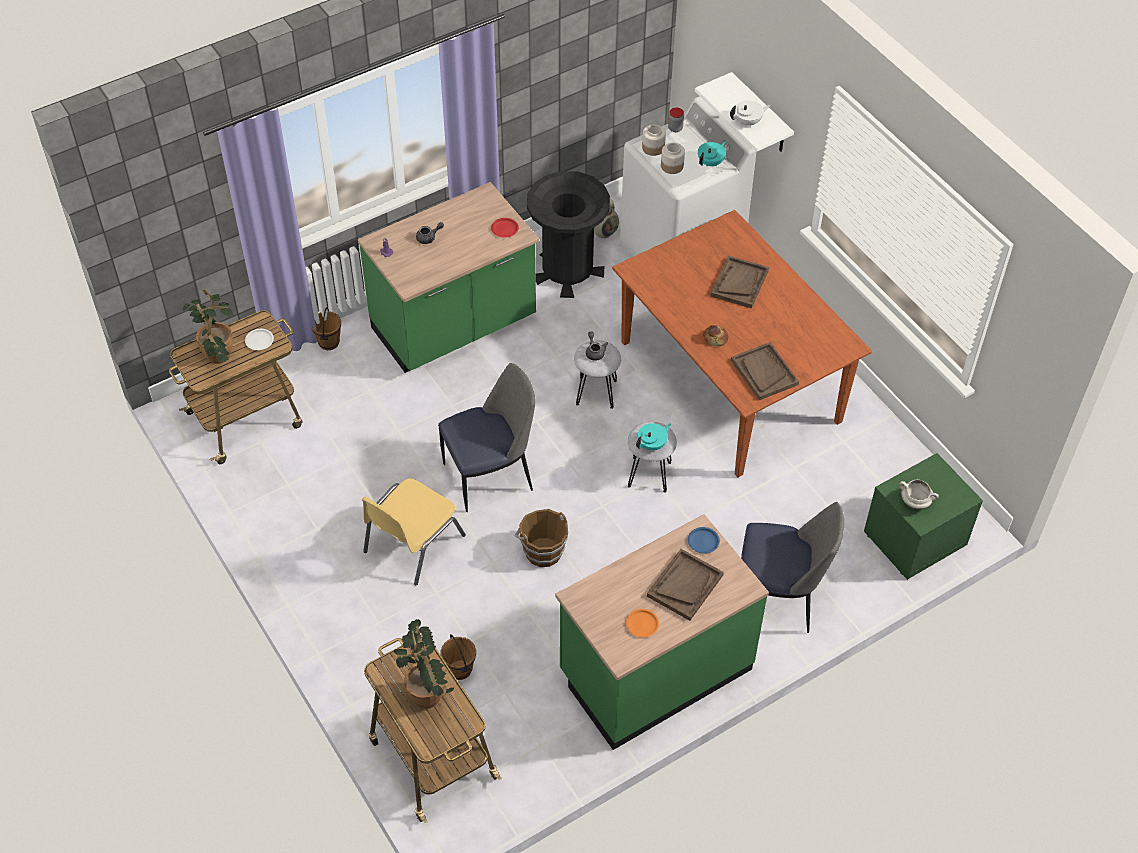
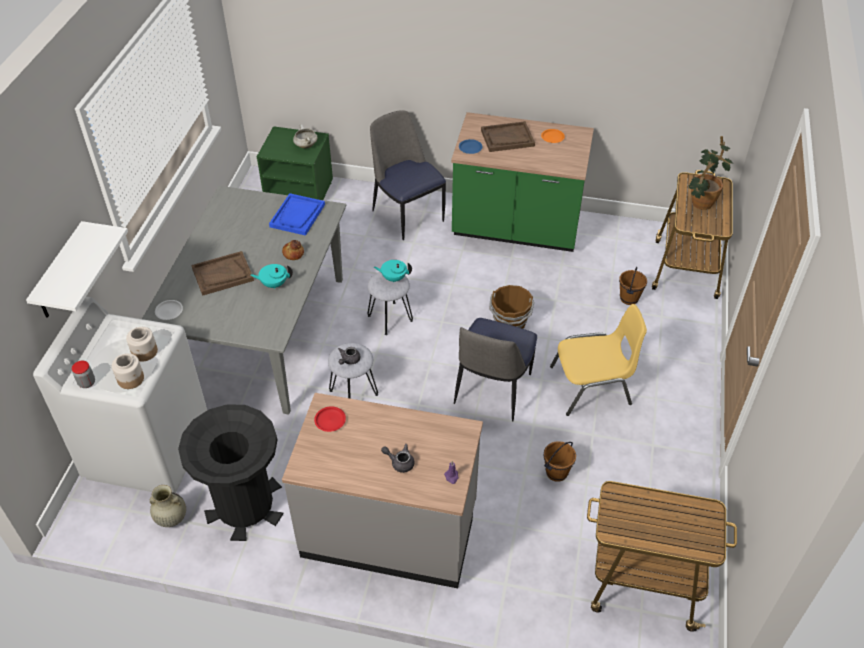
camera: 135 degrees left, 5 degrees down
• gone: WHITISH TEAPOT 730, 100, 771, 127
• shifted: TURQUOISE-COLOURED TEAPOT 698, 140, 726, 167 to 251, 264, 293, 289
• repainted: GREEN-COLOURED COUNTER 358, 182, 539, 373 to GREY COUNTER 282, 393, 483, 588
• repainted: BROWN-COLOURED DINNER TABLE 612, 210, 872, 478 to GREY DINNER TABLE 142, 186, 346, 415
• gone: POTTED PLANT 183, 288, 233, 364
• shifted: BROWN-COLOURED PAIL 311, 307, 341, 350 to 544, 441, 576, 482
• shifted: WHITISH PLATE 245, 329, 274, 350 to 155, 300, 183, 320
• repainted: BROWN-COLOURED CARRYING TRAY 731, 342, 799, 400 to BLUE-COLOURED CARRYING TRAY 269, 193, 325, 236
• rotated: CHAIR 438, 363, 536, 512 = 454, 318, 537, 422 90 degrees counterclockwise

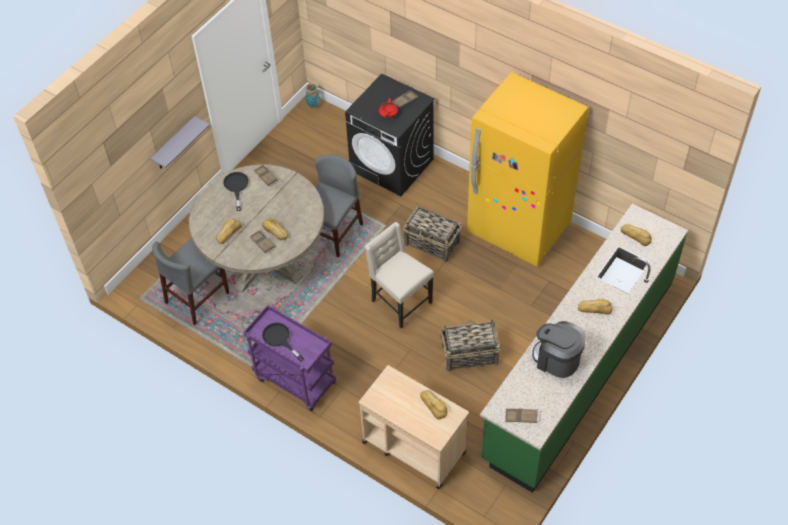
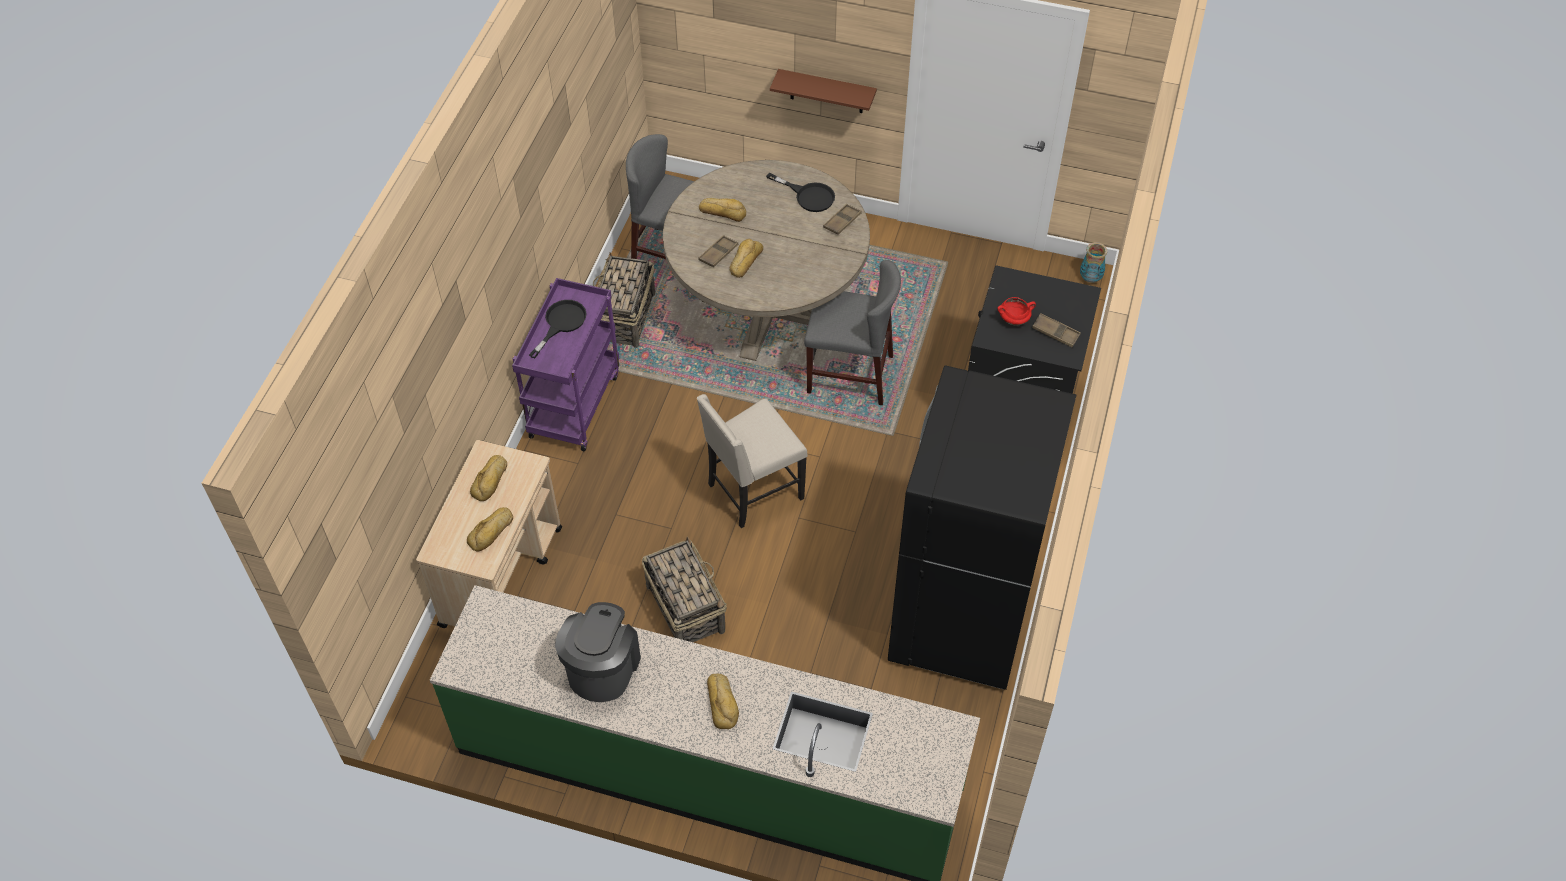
camera: 70 degrees right, 0 degrees up
• repainted: YELLOW-COLOURED REFRIGERATOR 467, 73, 588, 267 to BLACK-COLOURED REFRIGERATOR 888, 365, 1077, 690
• repainted: GREY SHELF 150, 116, 210, 168 to BROWN-COLOURED SHELF 770, 69, 877, 113
• rotated: BLACK-COLOURED FRYING PAN 223, 172, 249, 211 = 766, 173, 835, 212 60 degrees clockwise
• shifted: STORAGE BASKET 403, 206, 461, 262 to 593, 253, 655, 348
• rotated: BEIGE CHAIR 365, 222, 434, 329 = 697, 394, 807, 528 150 degrees counterclockwise
• shifted: BAKED BREAD 621, 224, 652, 246 to 470, 455, 507, 501
• gone: BROWN-COLOURED CARRYING TRAY 505, 408, 538, 423

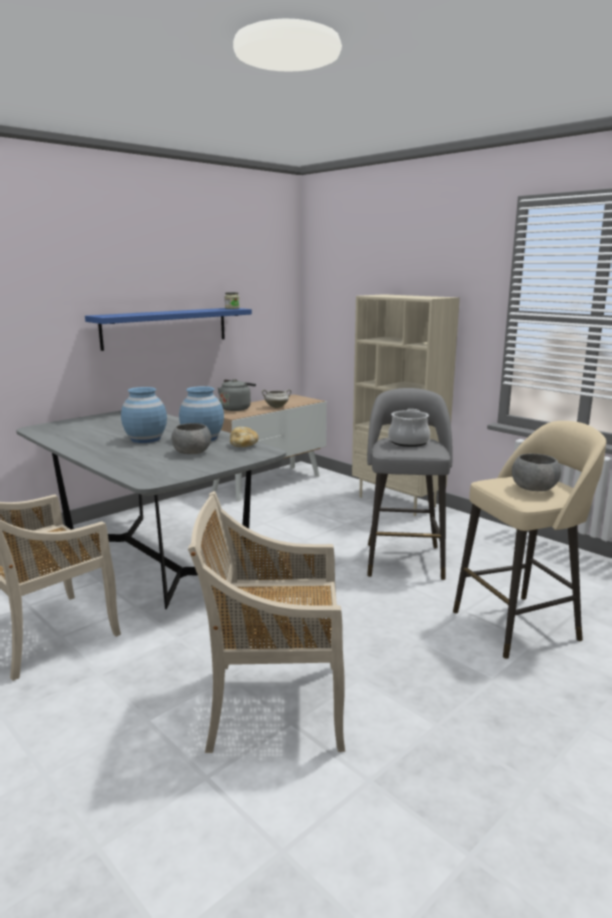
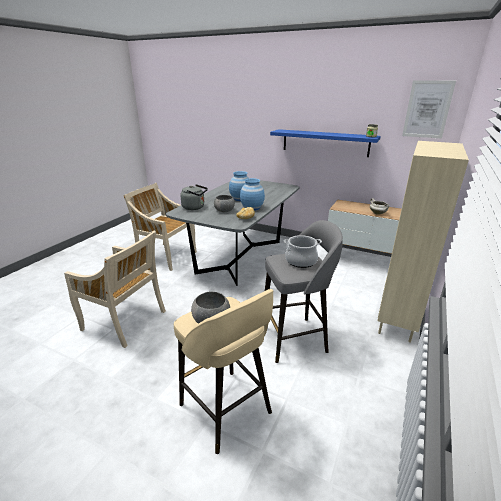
camera: 70 degrees right, 10 degrees up
• shifted: GREY WATER KETTLE 218, 379, 256, 411 to 180, 184, 208, 210
• rotated: BEIGE CHAIR 188, 491, 345, 753 = 64, 231, 166, 348 135 degrees clockwise
• new: PICTURE 402, 81, 456, 139

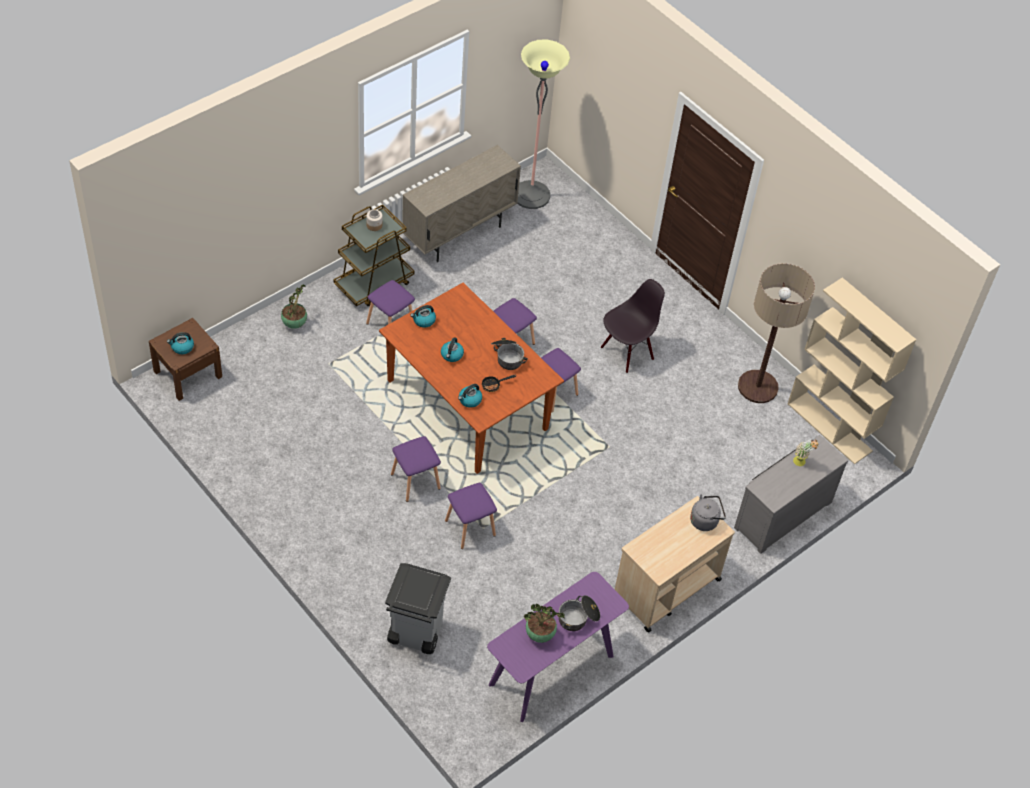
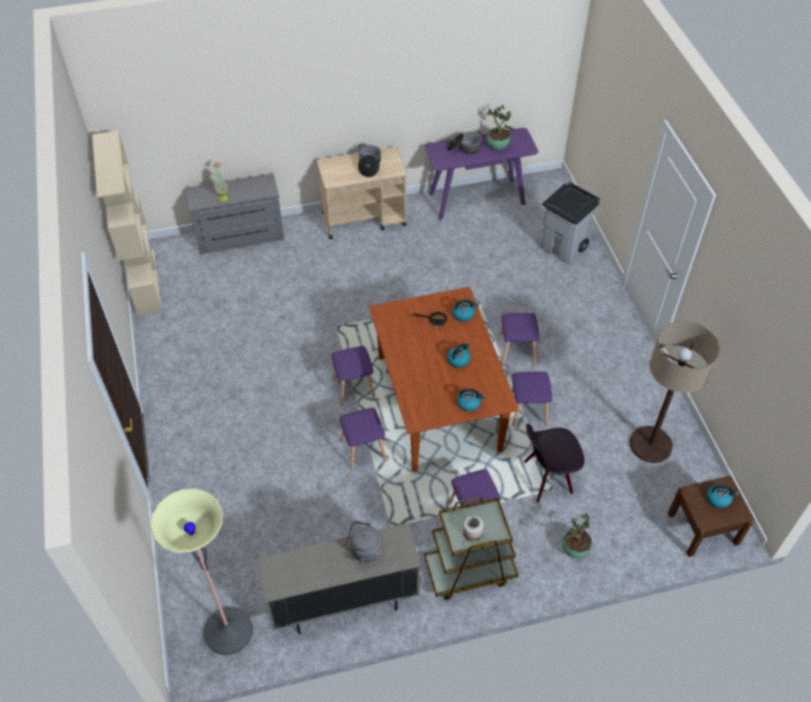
camera: 150 degrees left, 0 degrees up
• shifted: STANDING LAMP 738, 263, 815, 403 to 630, 321, 720, 463
• shifted: BLACK-COLOURED CHAIR 601, 279, 665, 373 to 524, 424, 584, 503
• shifted: COOKING POT 491, 338, 528, 370 to 358, 143, 381, 177
• shifted: PURPLE STOOL SEAT 445, 483, 497, 549 to 511, 372, 552, 426
• shifted: GREY WATER KETTLE 690, 494, 726, 531 to 345, 521, 383, 564

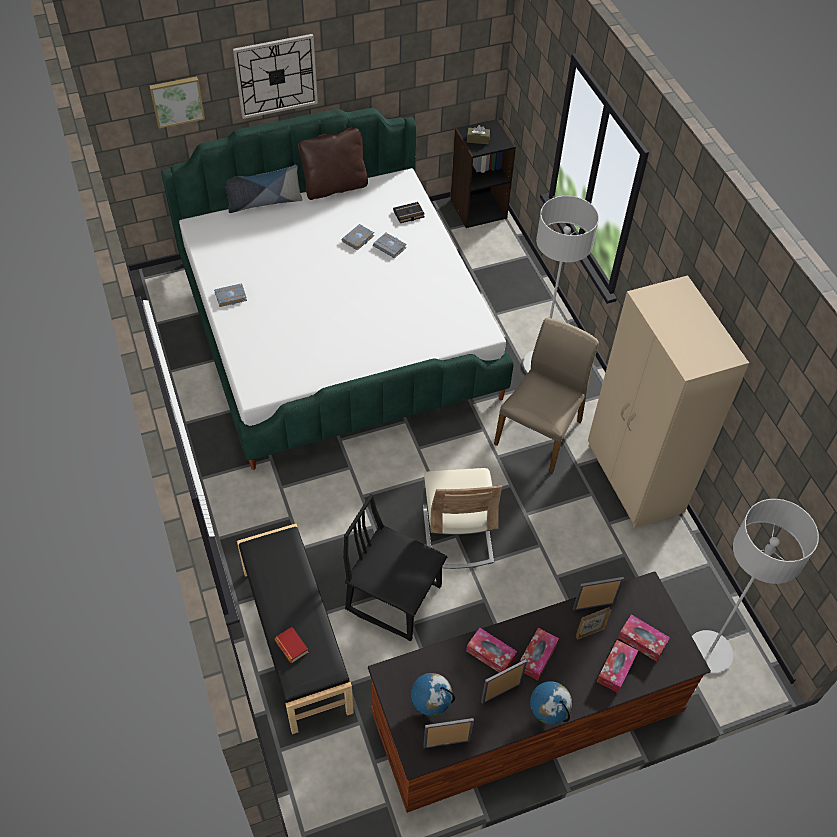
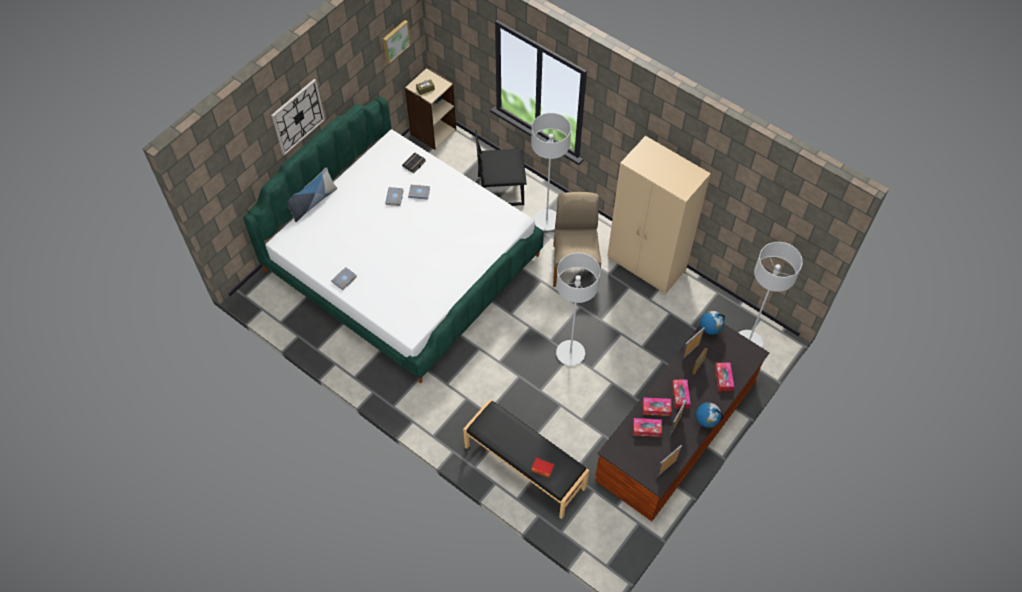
camera: 30 degrees left, 5 degrees up
• shifted: PICTURE 150, 77, 205, 129 to 383, 20, 411, 64
• repainted: BLACK-COLOURED SHELVING UNIT 450, 119, 516, 228 to BEIGE SHELVING UNIT 404, 68, 456, 150
• gone: BROWN-COLOURED THROW PILLOW 297, 127, 368, 200
• swapped: BEIGE CHAIR 423, 468, 502, 569 to GREY STANDING LAMP 556, 253, 600, 366
• shifted: BLACK-COLOURED CHAIR 343, 494, 447, 641 to 475, 130, 527, 206
• shifted: TISSUE HOLDER 618, 614, 670, 662 to 633, 418, 662, 437
• shifted: DESK GLOBE 411, 673, 455, 716 to 700, 311, 725, 335

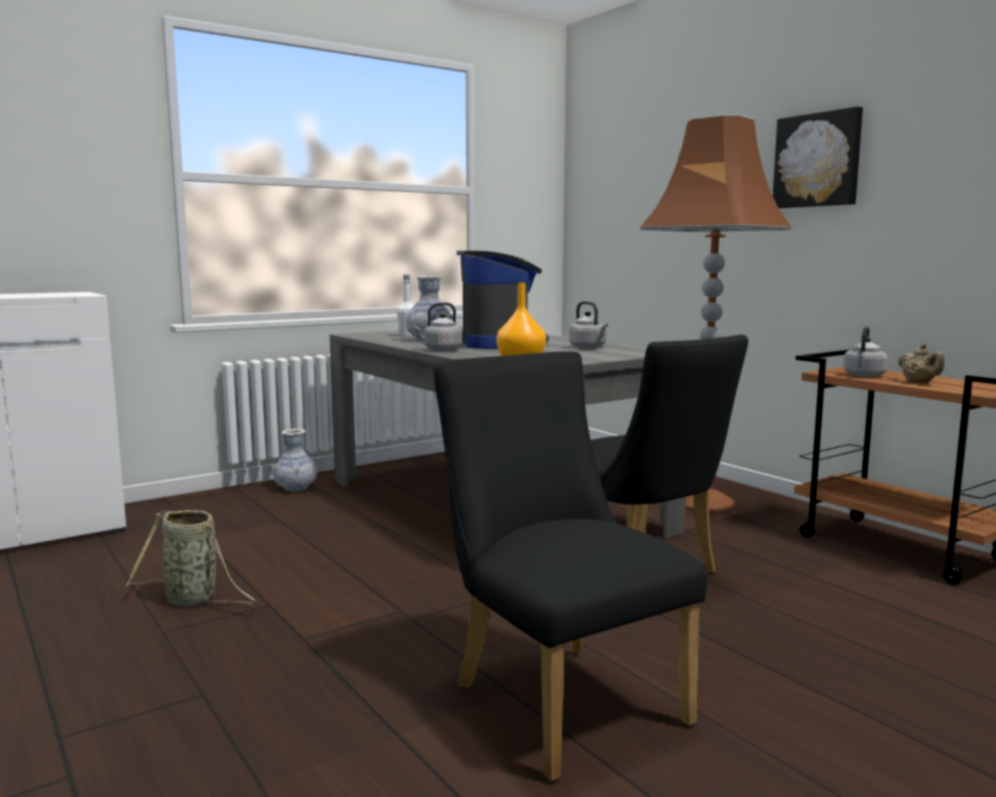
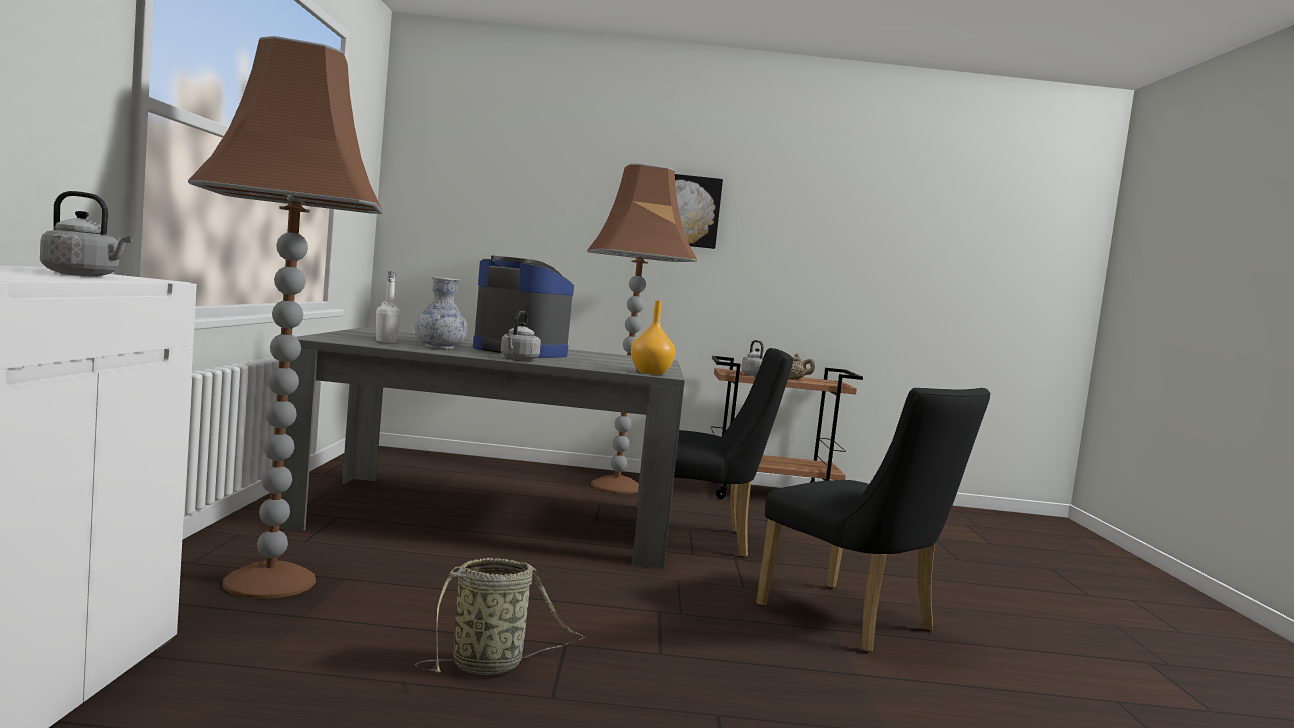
camera: 55 degrees left, 5 degrees down
• shifted: GREY WATER KETTLE 569, 301, 608, 348 to 40, 191, 133, 277
• rotated: BLACK-COLOURED CHAIR 434, 351, 708, 781 = 756, 388, 990, 653 135 degrees counterclockwise
• gone: DECORATIVE VASE 273, 429, 317, 491
• new: BROWN-COLOURED STANDING LAMP 188, 36, 383, 599

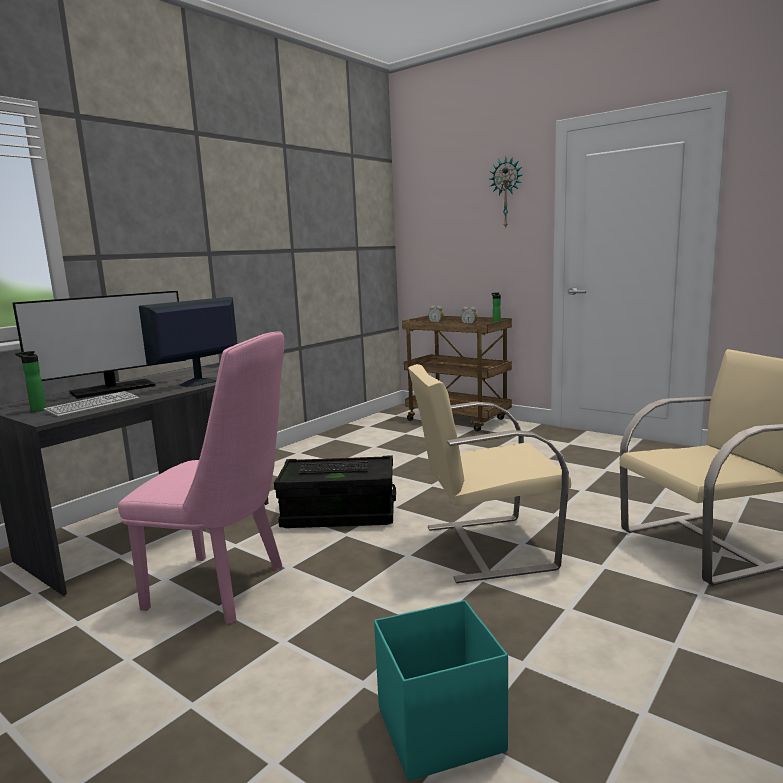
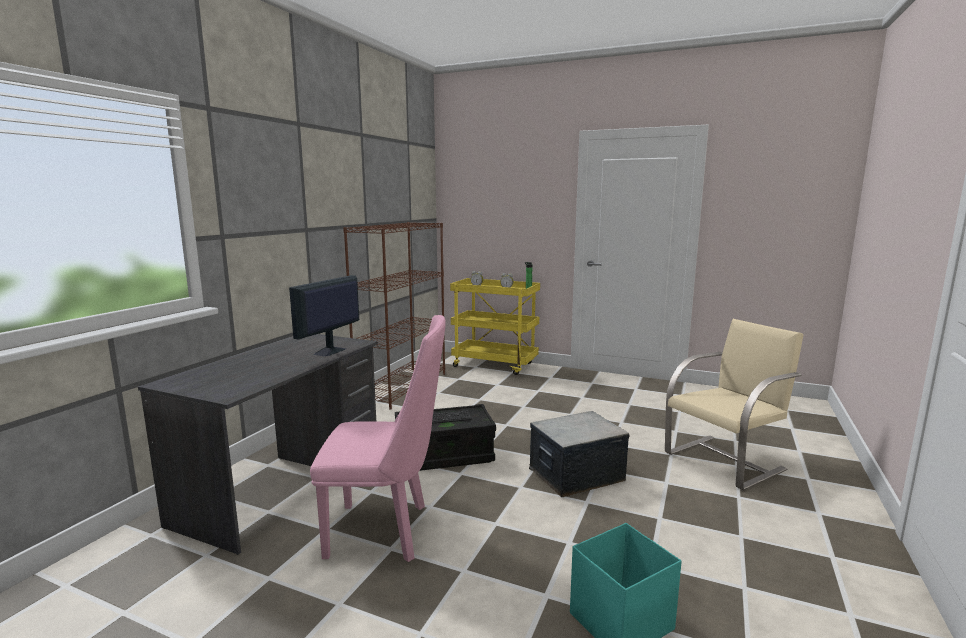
camera: 15 degrees left, 0 degrees up
• gone: HANGING CLOCK 490, 157, 522, 229
• gone: COMPUTER SCREEN 12, 291, 186, 399
• repainted: BROWN-COLOURED CART 402, 316, 512, 431 to YELLOW-COLOURED CART 450, 278, 540, 375
• gone: DRINK BOTTLE 15, 351, 47, 412
• swapped: BEIGE CHAIR 408, 364, 571, 583 to STORAGE BIN 529, 411, 630, 497
• gone: COMPUTER KEYBOARD 44, 391, 139, 417
• new: BROWN-COLOURED SHELVING UNIT 343, 222, 445, 409

